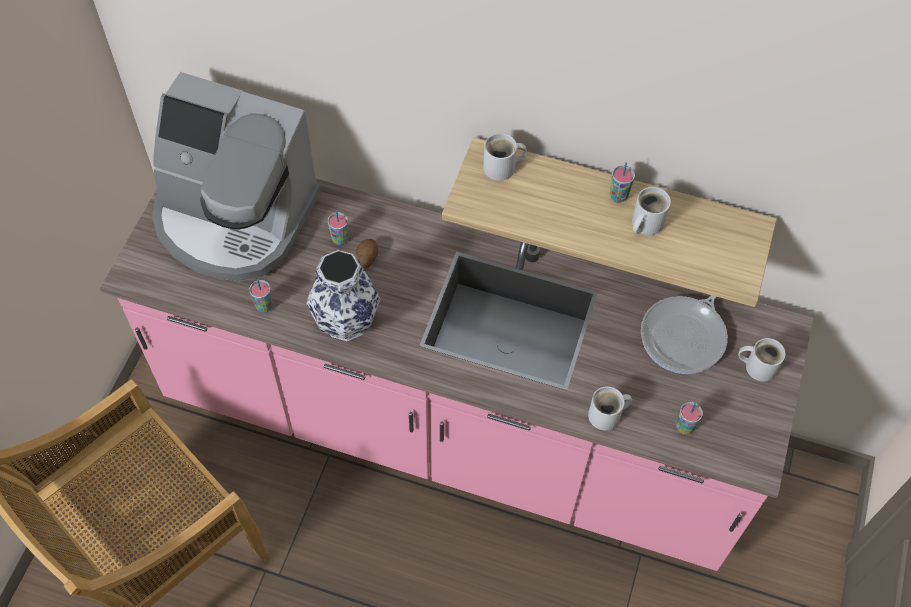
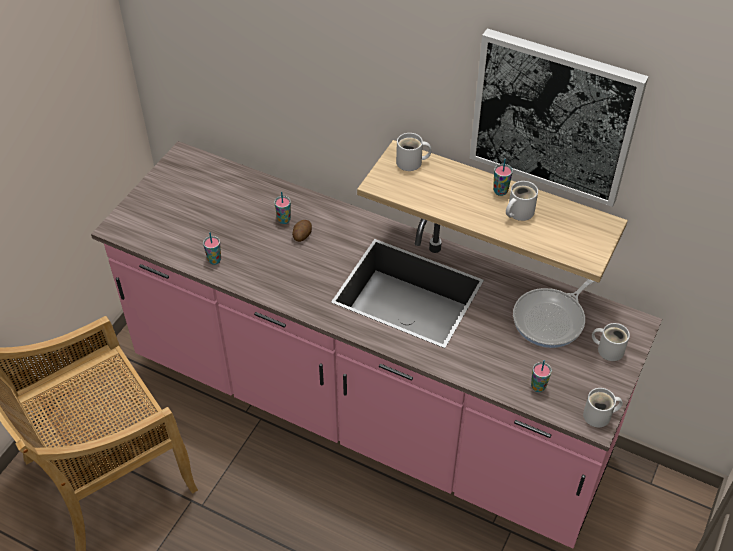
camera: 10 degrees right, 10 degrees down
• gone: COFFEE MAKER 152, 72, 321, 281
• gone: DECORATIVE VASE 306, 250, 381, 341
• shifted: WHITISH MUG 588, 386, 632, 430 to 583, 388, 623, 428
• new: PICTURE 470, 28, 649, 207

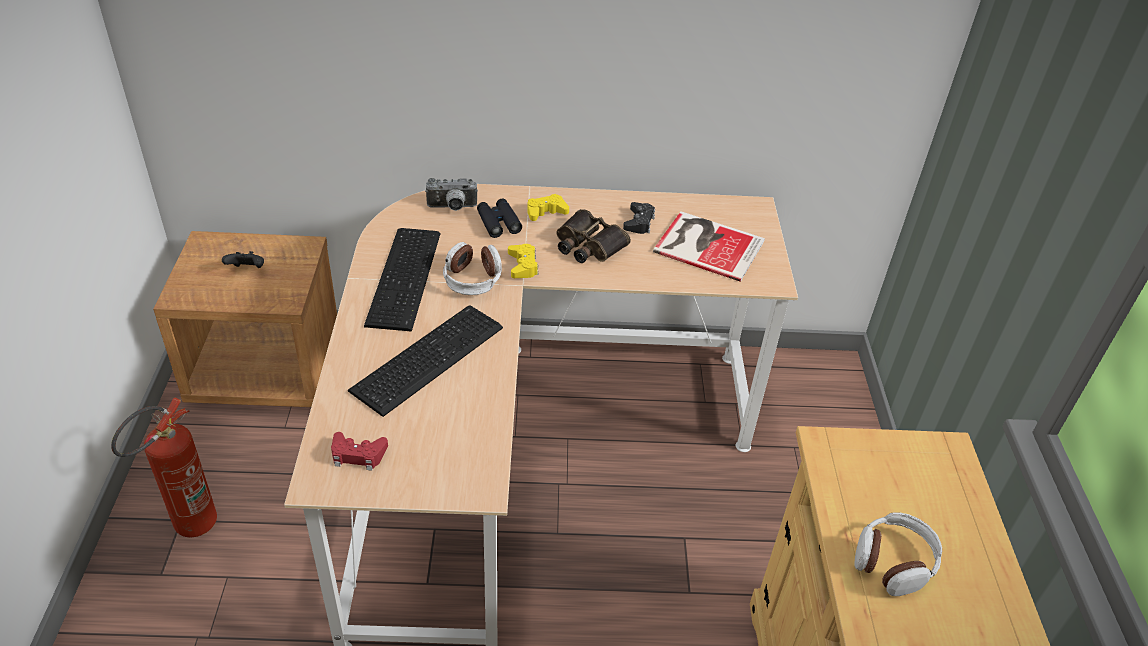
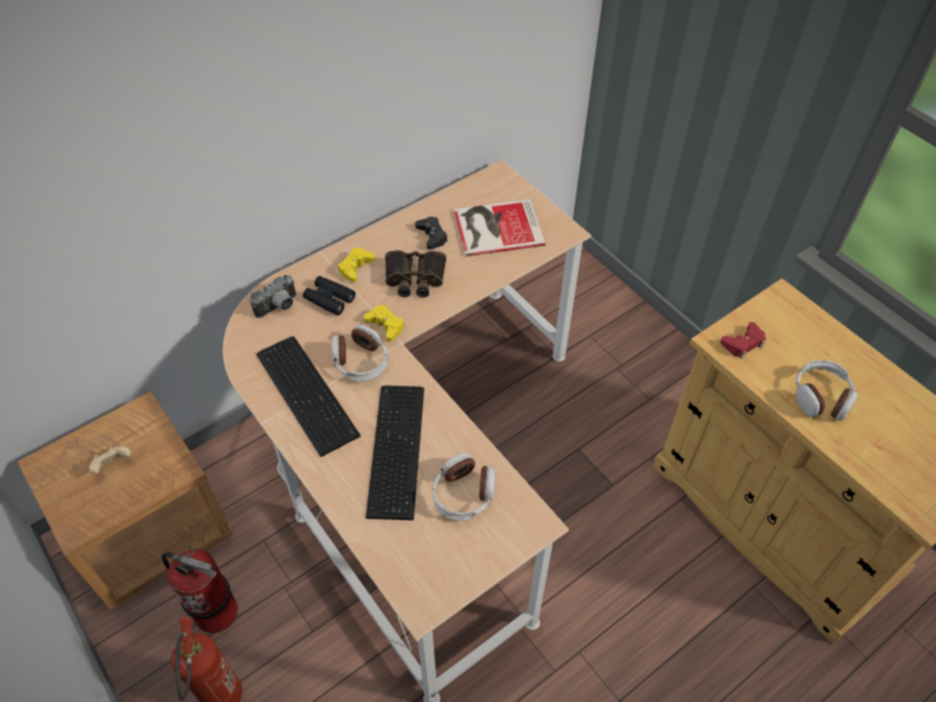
camera: 35 degrees left, 10 degrees up
• repainted: BLACK-COLOURED JOYPAD 222, 251, 264, 268 to BEIGE JOYPAD 89, 446, 131, 474
• shifted: RED-COLOURED JOYPAD 331, 432, 388, 471 to 720, 322, 766, 359
• new: PAIR OF HEADPHONES 432, 453, 495, 521
• new: FIRE EXTINGUISHER 162, 547, 238, 633

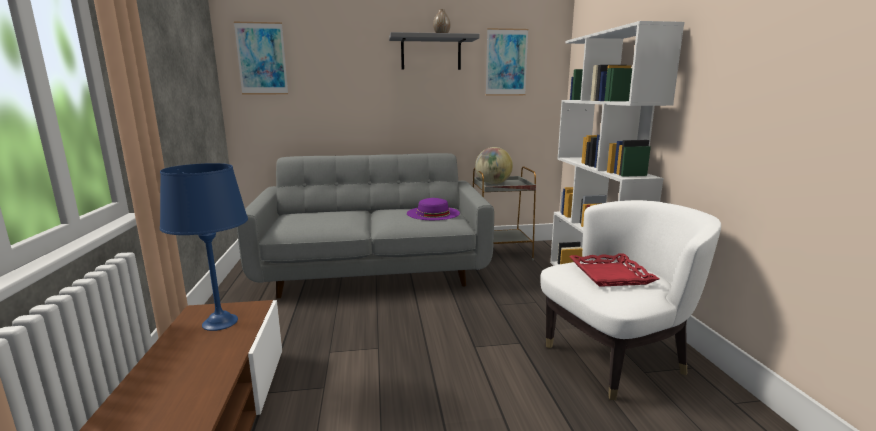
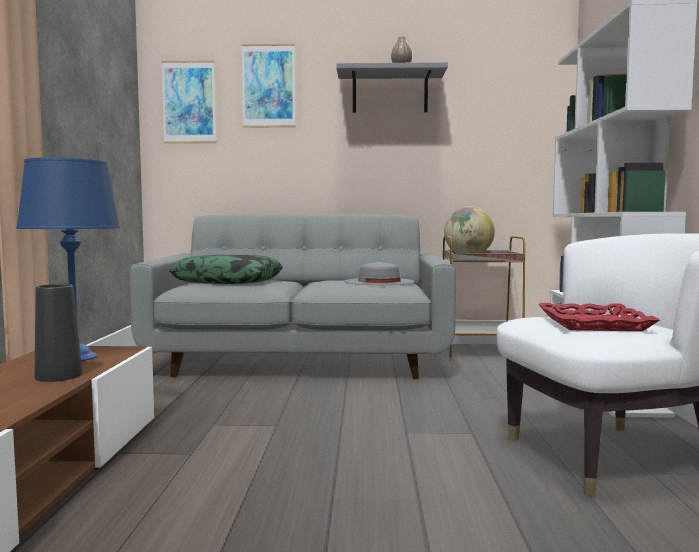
camera: 10 degrees right, 10 degrees down
• shifted: PICTURE 486, 28, 529, 96 to 241, 44, 295, 127
• repainted: PURPLE CLOTHING HAT 407, 198, 460, 220 to GREY CLOTHING HAT 344, 262, 415, 285
• new: THROW PILLOW 169, 255, 282, 284
• new: BLACK-COLOURED DECORATIVE VASE 34, 284, 82, 382

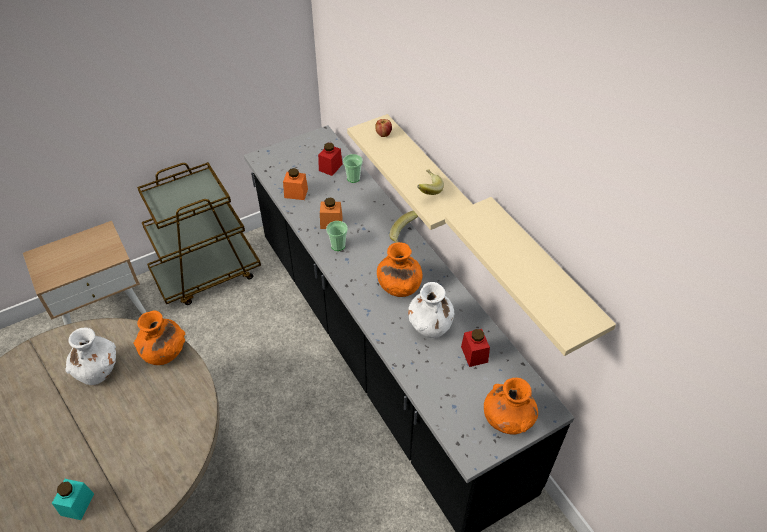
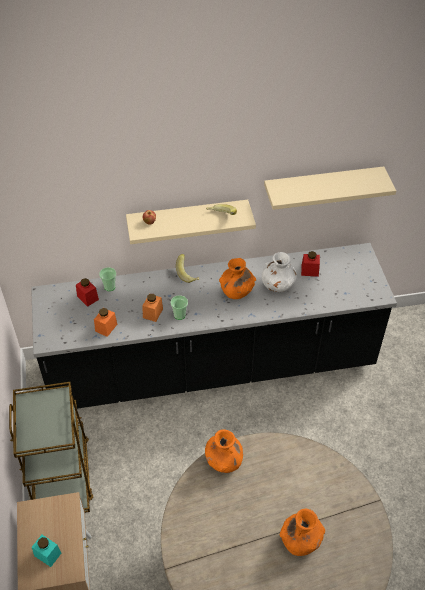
camera: 70 degrees left, 0 degrees up
• gone: WHITISH DECORATIVE VASE 65, 327, 116, 385
• shifted: ORANGE-COLOURED DECORATIVE VASE 484, 378, 538, 434 to 280, 509, 325, 556
• shifted: TURQUOISE-COLOURED JAR 52, 479, 94, 520 to 32, 535, 61, 567

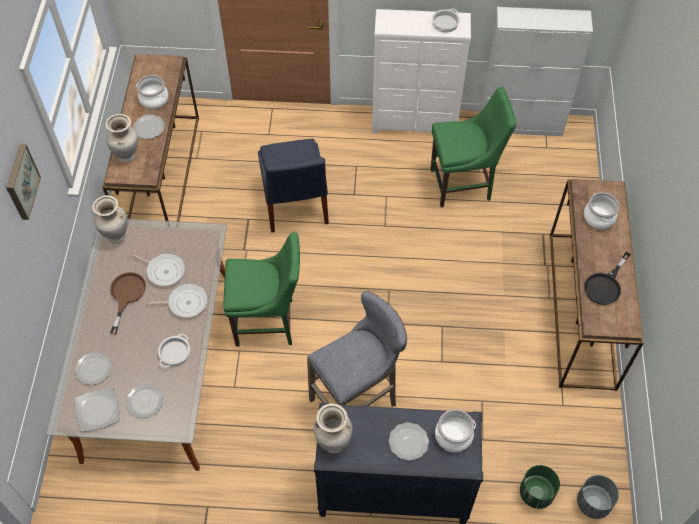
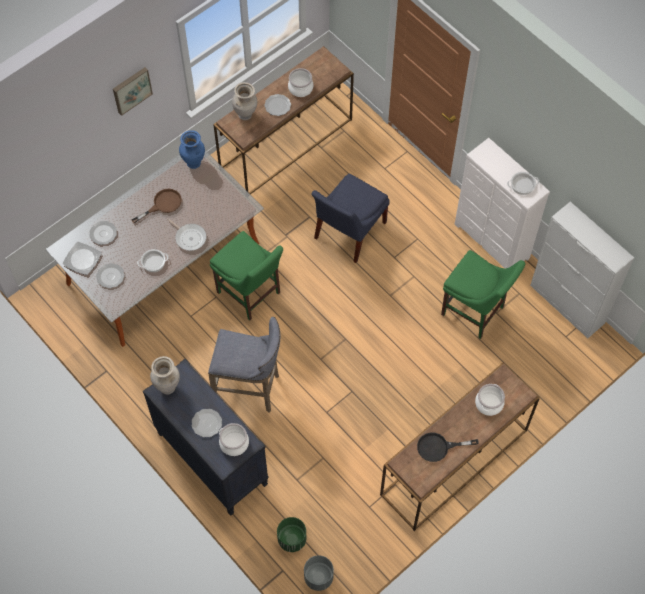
camera: 45 degrees right, 5 degrees up
• repainted: BEIGE DECORATIVE VASE 92, 195, 128, 244 to BLUE-COLOURED DECORATIVE VASE 179, 130, 205, 169
• gone: FRYING PAN 132, 253, 185, 286

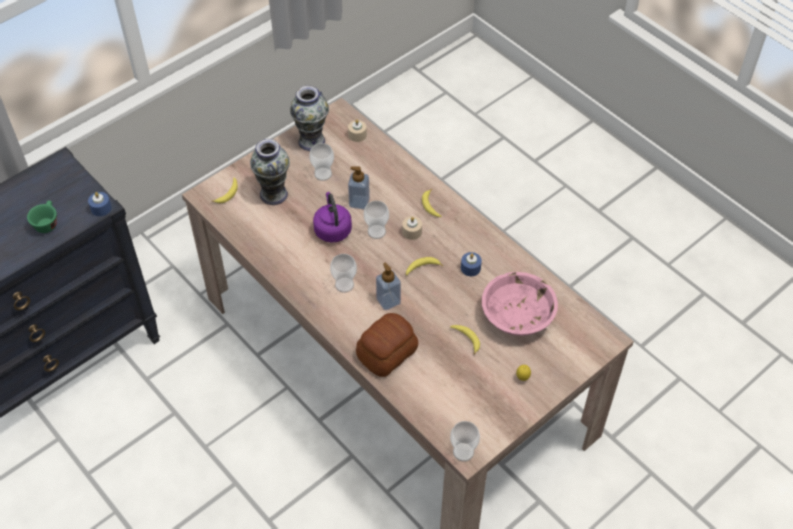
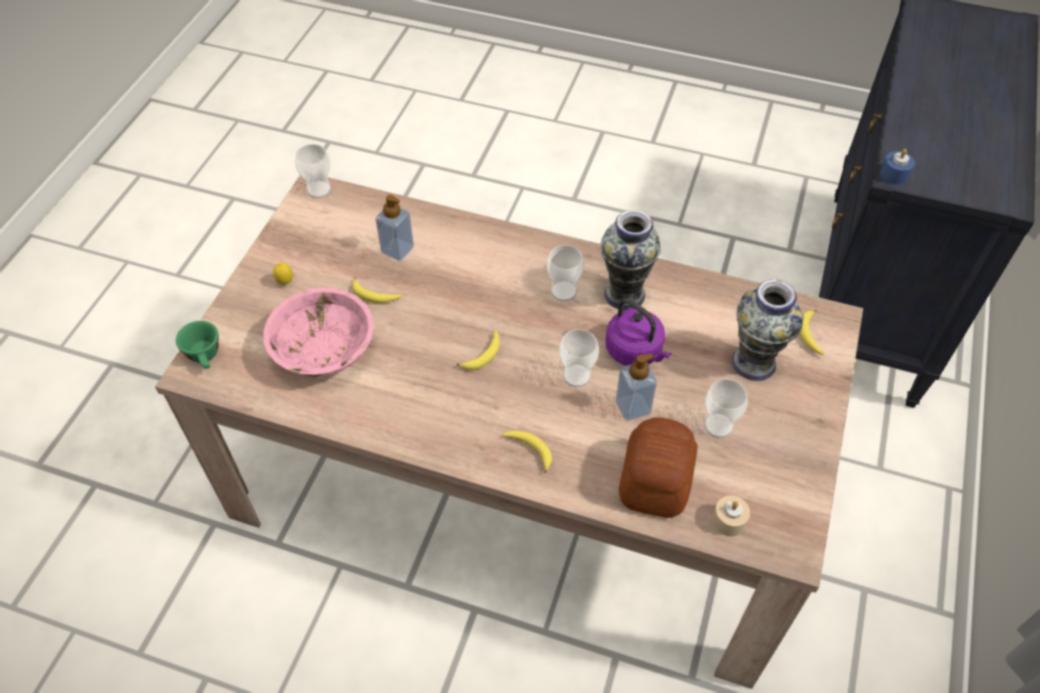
camera: 150 degrees right, 0 degrees up
• shifted: DECORATIVE VASE 290, 86, 329, 151 to 600, 210, 661, 310
• shifted: GREEN-COLOURED CUP 27, 201, 57, 233 to 176, 321, 219, 369
• gone: BEIGE WAX CANDLE 402, 216, 422, 240
• gone: BLUE-COLOURED WAX CANDLE 461, 252, 482, 276
• shifted: SOAP BOTTLE 376, 263, 401, 310 to 375, 195, 414, 261
• shifted: BAKED BREAD 356, 313, 418, 377 to 619, 418, 698, 518

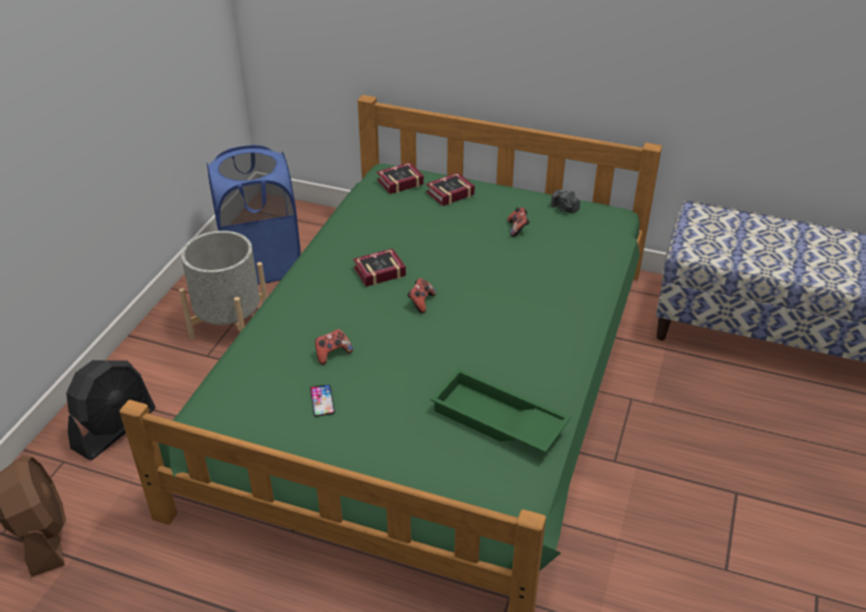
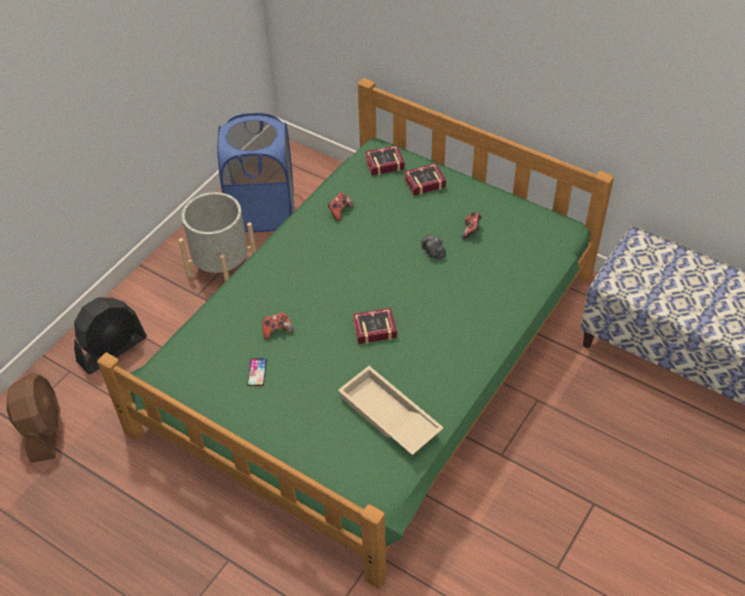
camera: 15 degrees right, 10 degrees up
• shifted: STILL CAMERA 551, 189, 580, 213 to 421, 234, 446, 259
• shifted: BOOK 353, 248, 406, 287 to 352, 308, 397, 344
• shifted: JOYPAD 407, 278, 436, 314 to 328, 192, 354, 221
• repainted: GREEN-COLOURED CARRYING TRAY 431, 368, 571, 453 to BEIGE CARRYING TRAY 338, 366, 444, 455

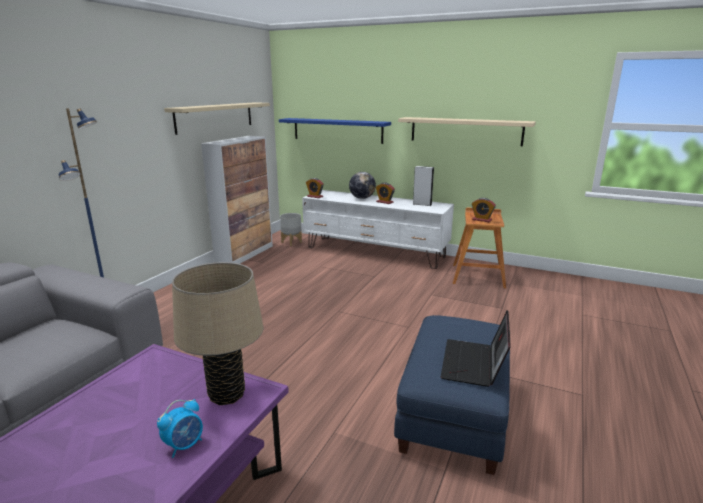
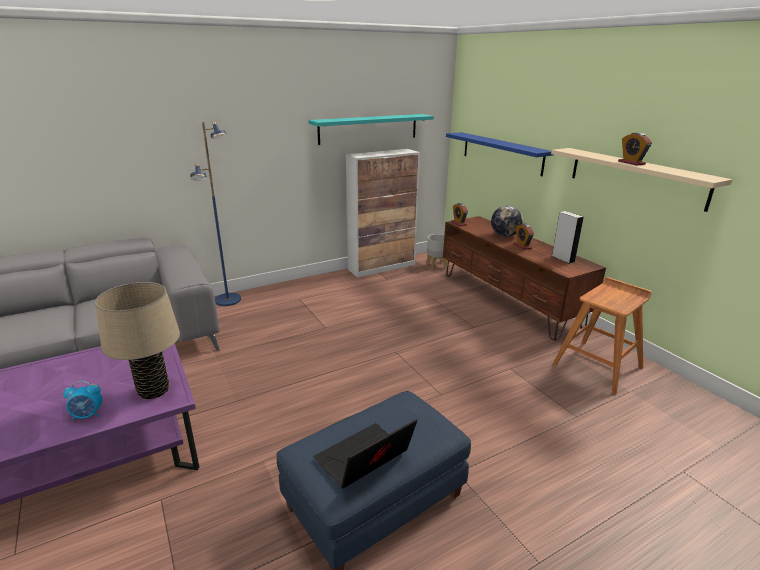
camera: 35 degrees right, 5 degrees up
• repainted: BEIGE SHELF 164, 102, 270, 135 to TURQUOISE-COLOURED SHELF 308, 114, 434, 145
• repainted: WHITISH TV STAND 302, 190, 454, 269 to BROWN-COLOURED TV STAND 443, 216, 606, 341
• shifted: BEDSIDE CLOCK 472, 198, 496, 222 to 618, 132, 652, 166

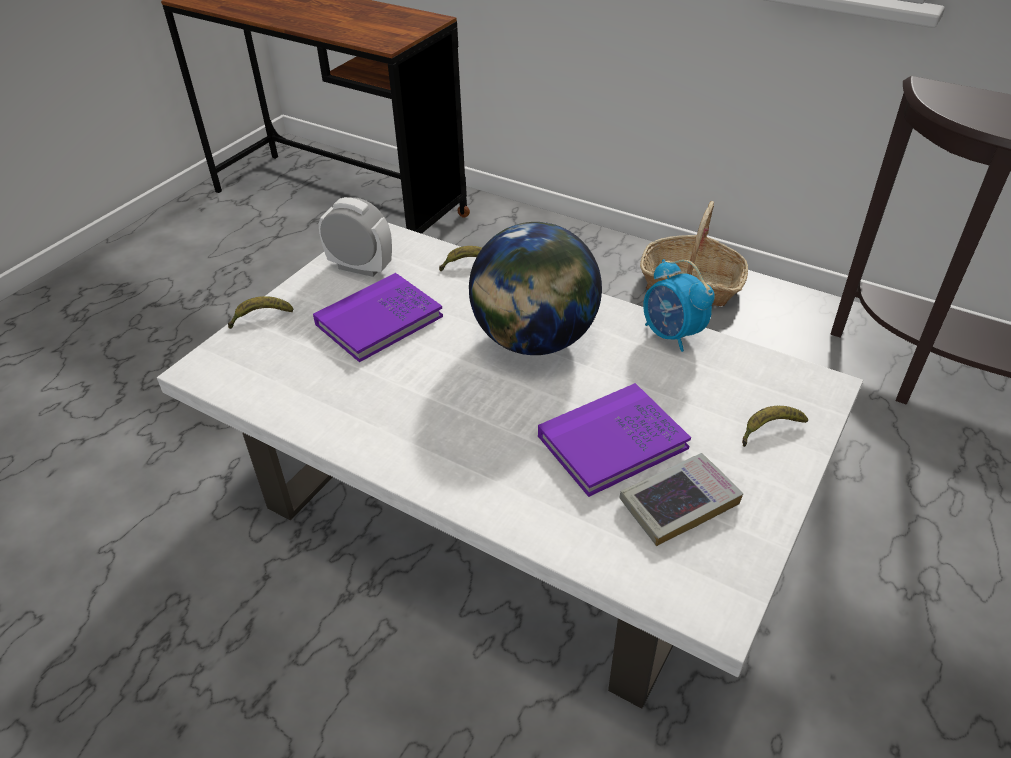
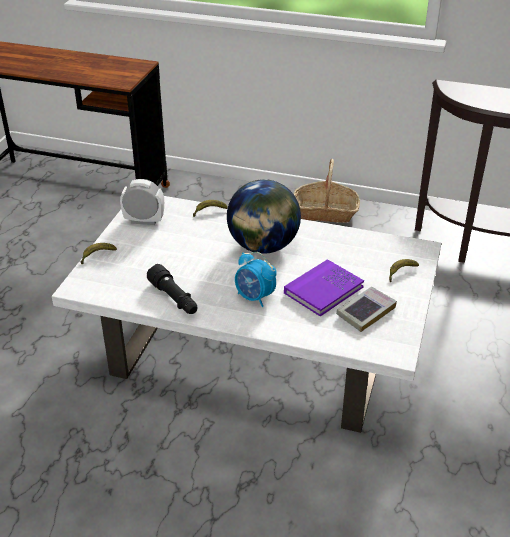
camera: 15 degrees left, 5 degrees down
• shifted: BEDSIDE CLOCK 643, 259, 715, 352 to 235, 252, 277, 307
• gone: PURPLE BOOK 313, 273, 443, 362
• new: BLACK-COLOURED TORCH 147, 264, 197, 314

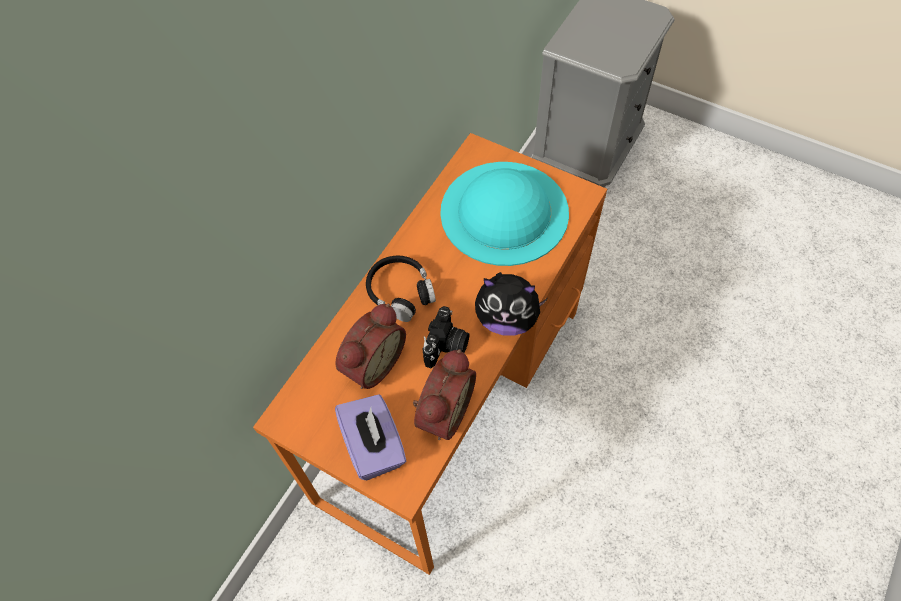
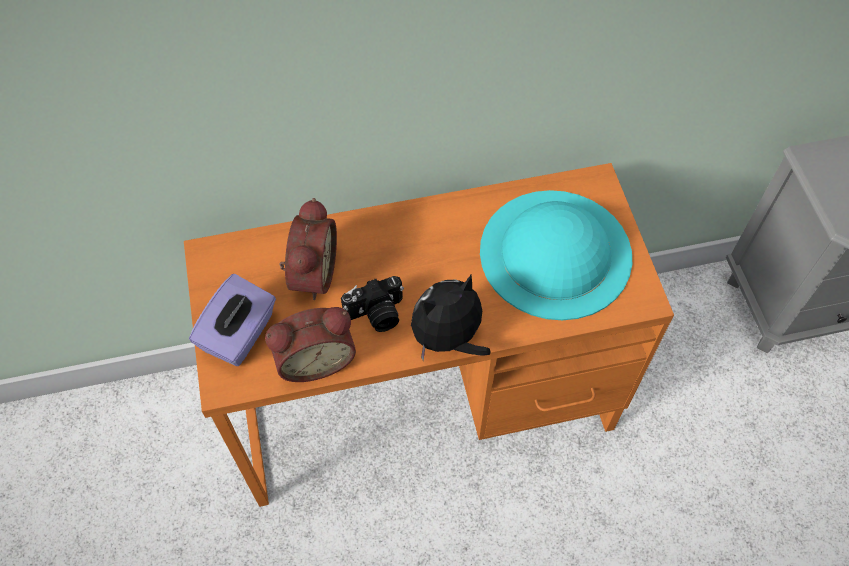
camera: 45 degrees right, 0 degrees up
• gone: BLACK-COLOURED PAIR OF HEADPHONES 366, 256, 436, 322
• rotated: PLUSH TOY 475, 272, 547, 336 = 411, 275, 491, 361 90 degrees clockwise
• rotated: BEDSIDE CLOCK 335, 303, 406, 389 = 279, 198, 337, 300 75 degrees counterclockwise

